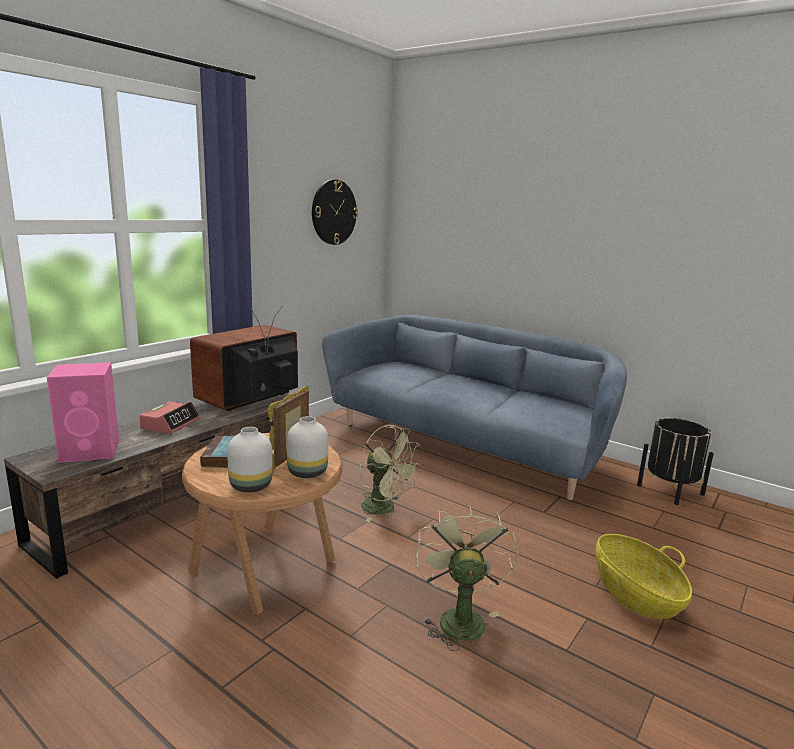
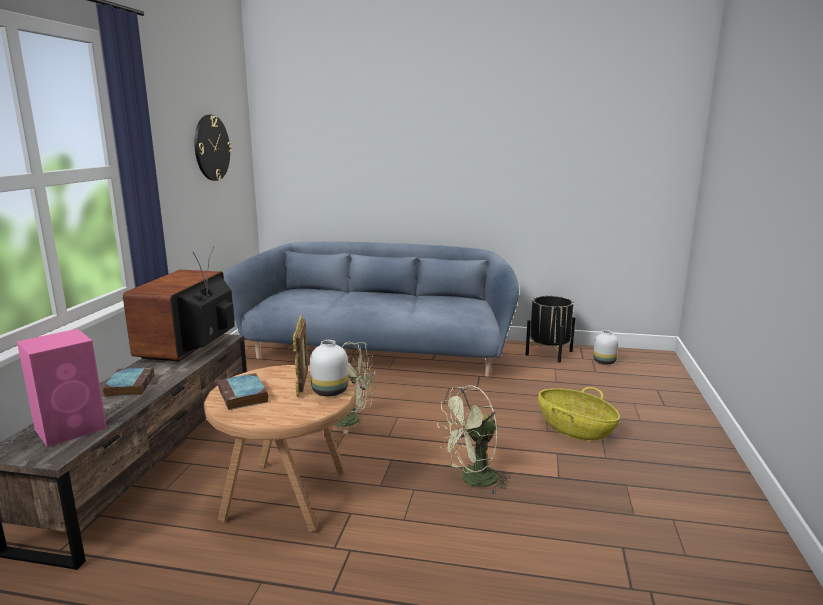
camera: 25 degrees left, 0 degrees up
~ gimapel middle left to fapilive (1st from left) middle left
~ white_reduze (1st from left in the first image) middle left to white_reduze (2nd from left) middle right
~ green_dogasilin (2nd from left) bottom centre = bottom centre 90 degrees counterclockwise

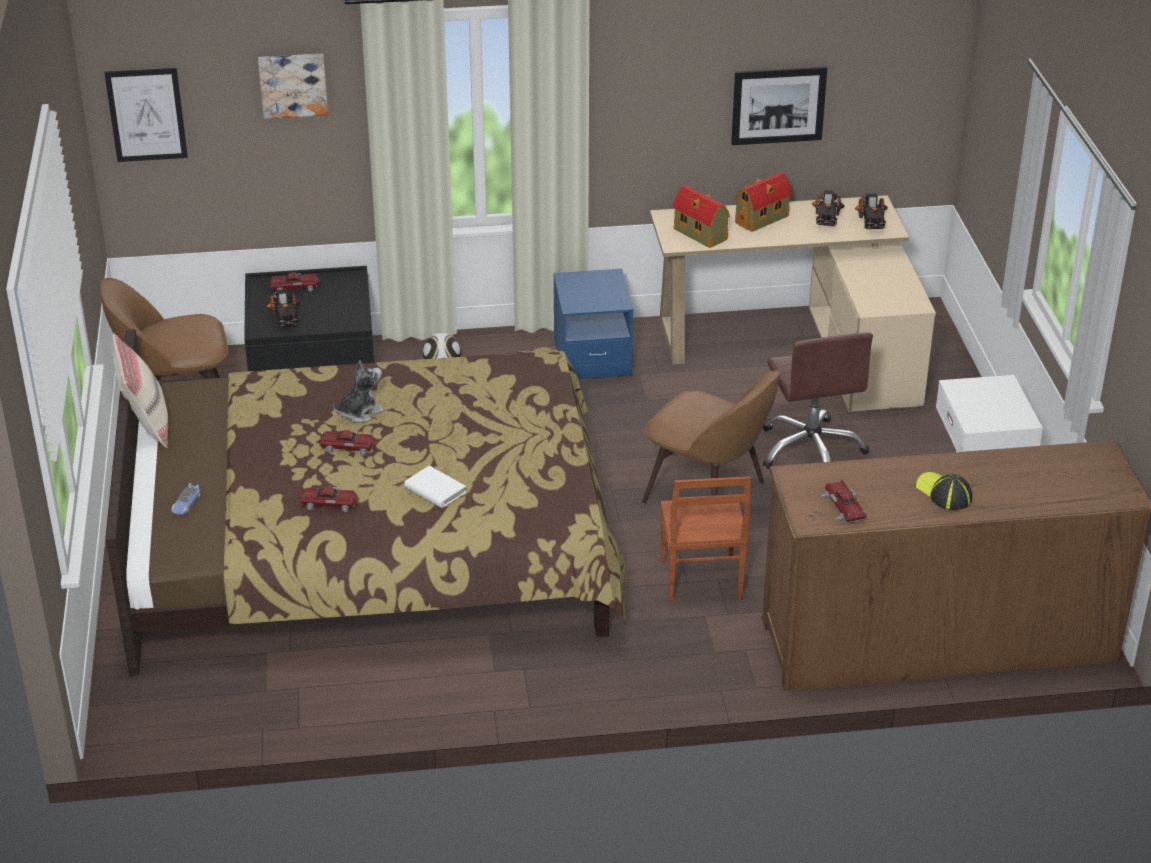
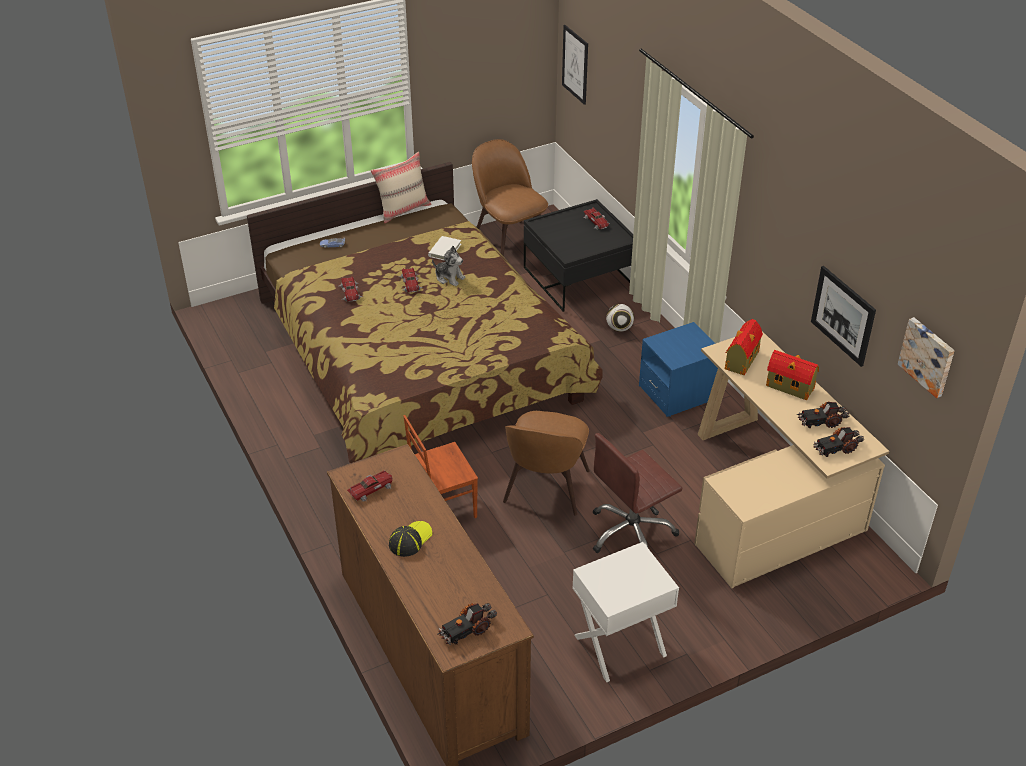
camera: 70 degrees right, 5 degrees up
~ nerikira (2nd from left in the first image) top left to nerikira (3rd from left) middle right
~ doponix (1st from left) middle left to bottom centre
~ white_fapilive centre to top centre

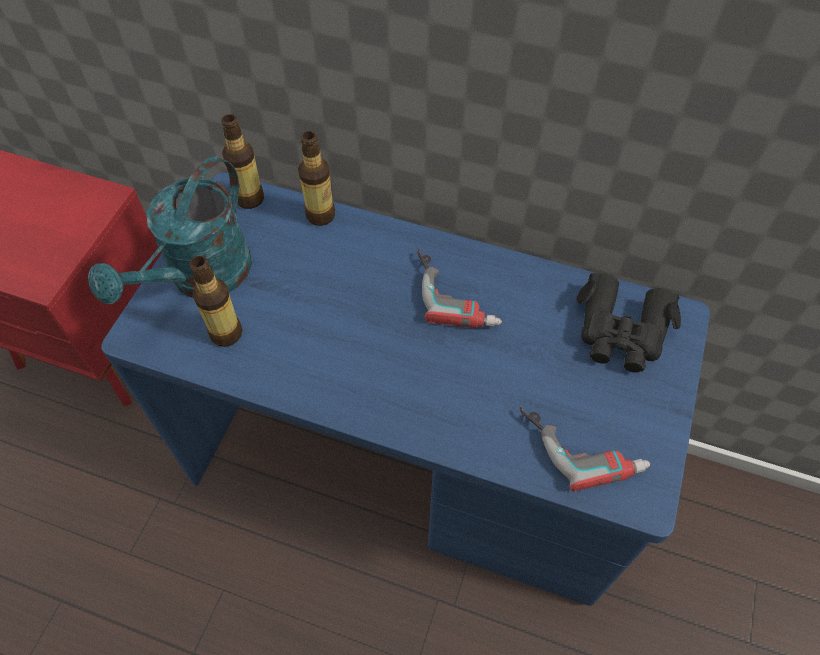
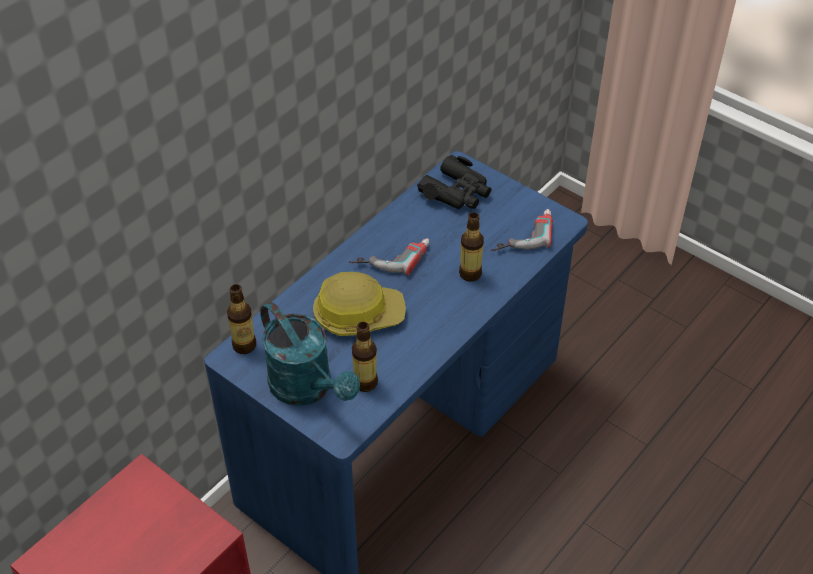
camera: 70 degrees left, 10 degrees down
~ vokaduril (3rd from left) top centre to centre
+ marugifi centre

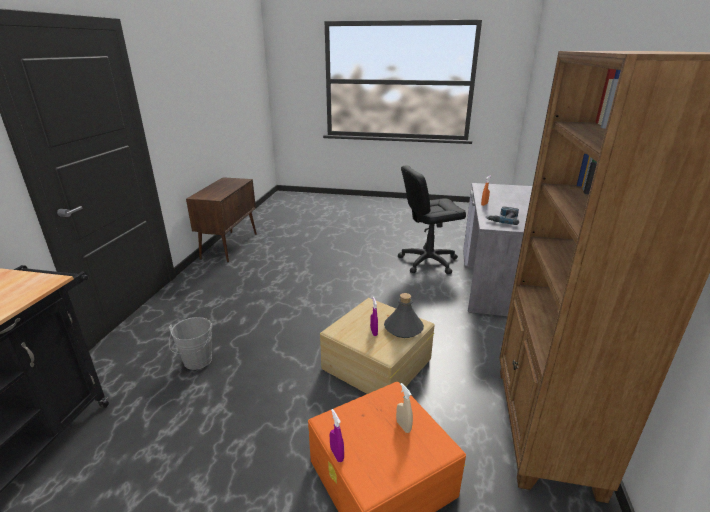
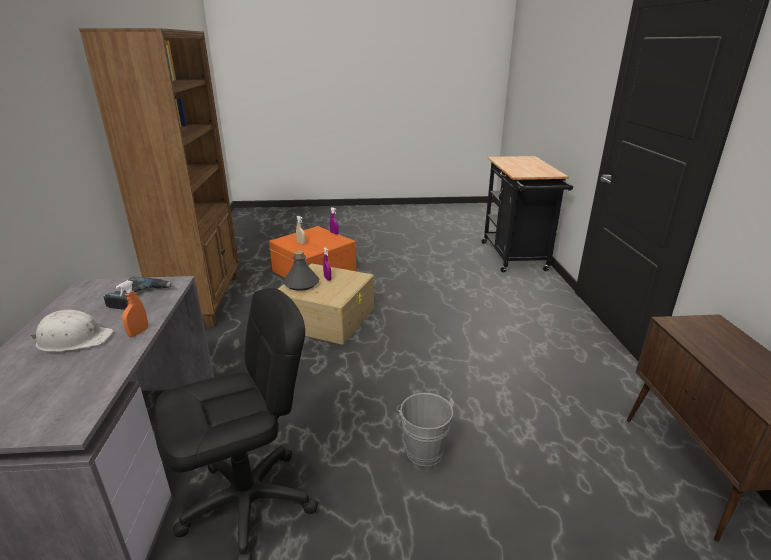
camera: 165 degrees right, 0 degrees up
~ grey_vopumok bottom left to bottom centre
+ white_marugifi middle left

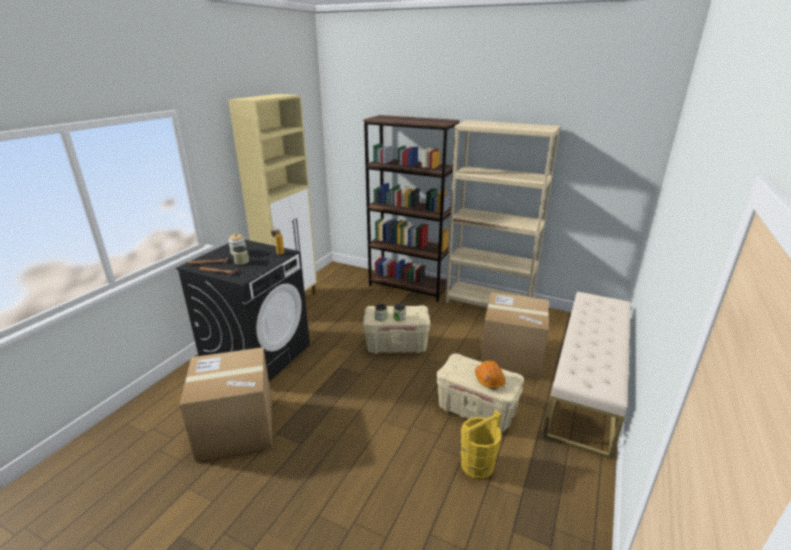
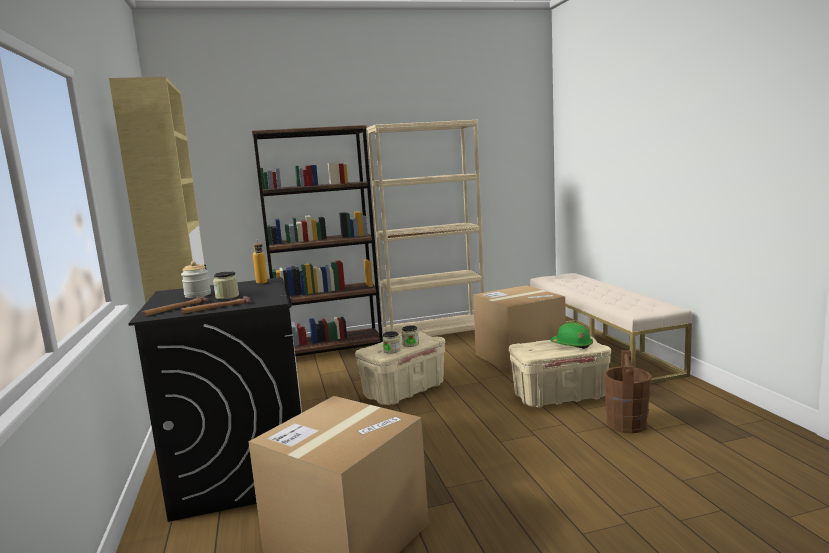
camera: 40 degrees left, 15 degrees down
~ yellow_vopumok bottom centre to brown_vopumok bottom right
~ orange_marugifi bottom centre to green_marugifi middle right

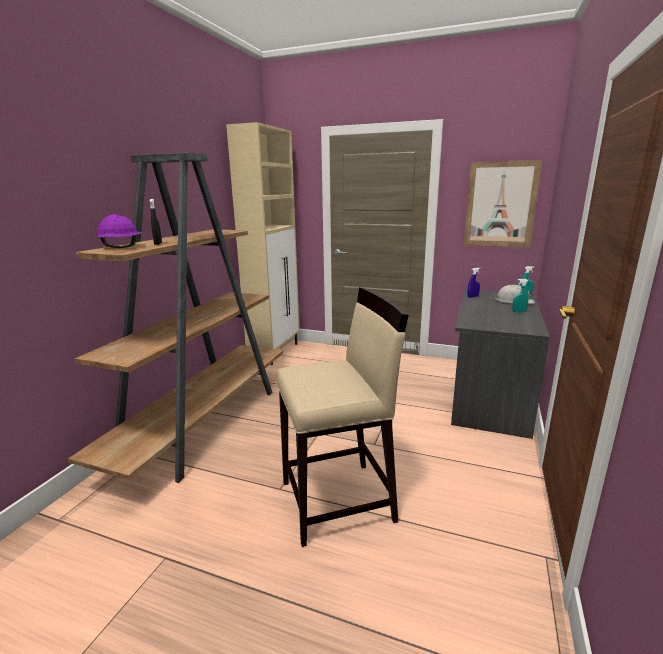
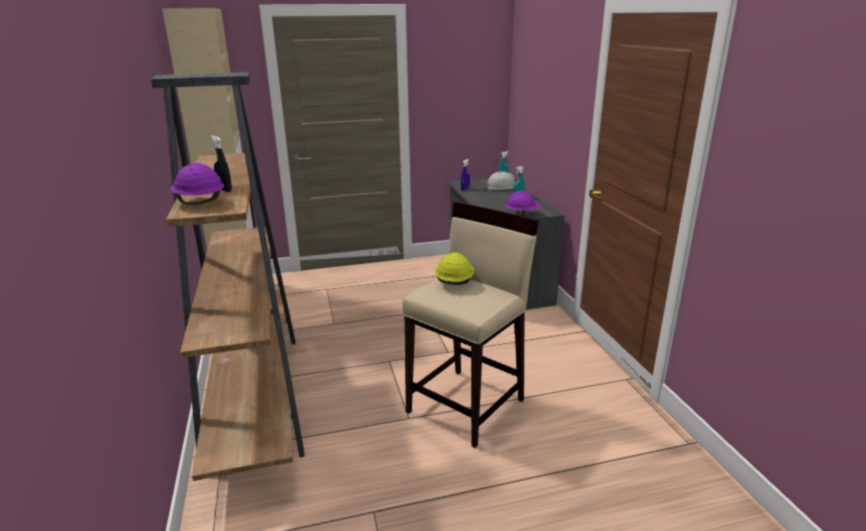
camera: 35 degrees left, 5 degrees up
- nerikira top right
+ yellow_marugifi centre
+ purple_marugifi (2nd from left) centre

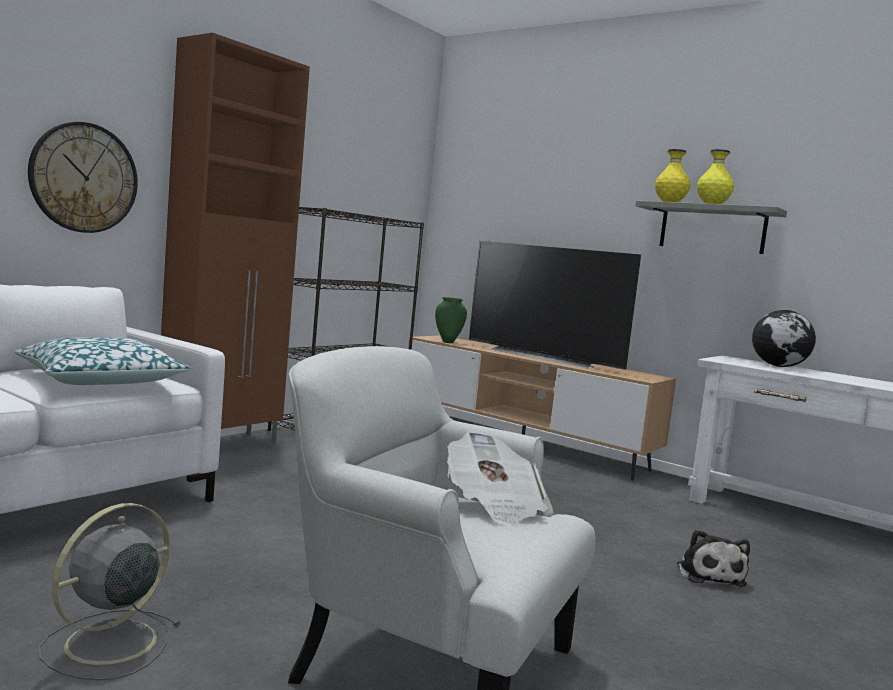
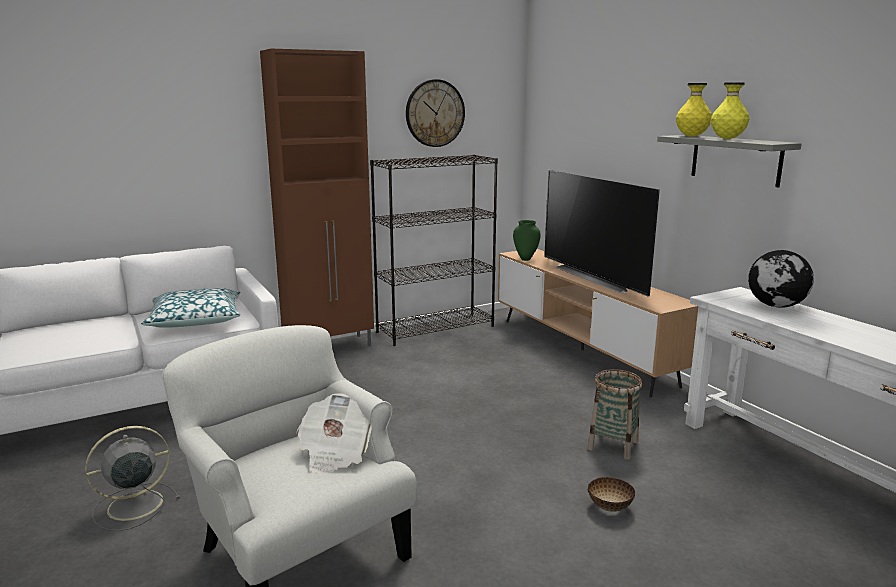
camera: 25 degrees right, 10 degrees up
~ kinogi top left to top centre
~ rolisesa bottom right to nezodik bottom right
+ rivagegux bottom right

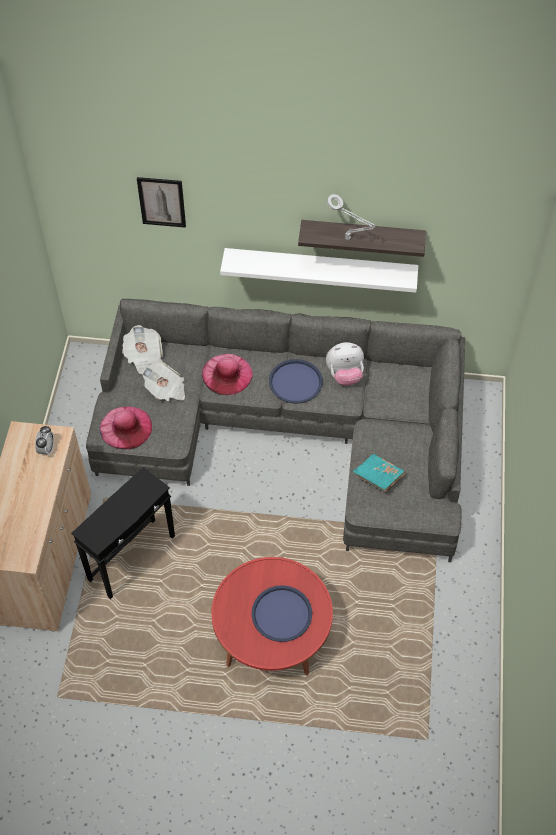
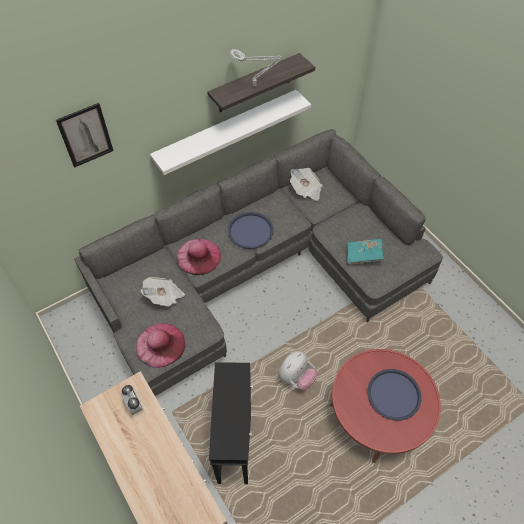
camera: 40 degrees left, 0 degrees up
~ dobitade (1st from left in the first image) middle left to dobitade (2nd from left) centre
~ rolisesa centre to bottom centre

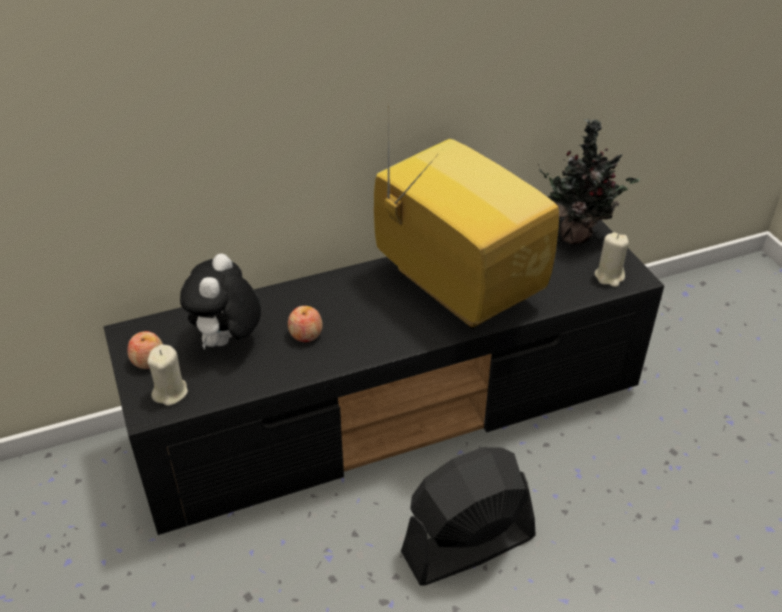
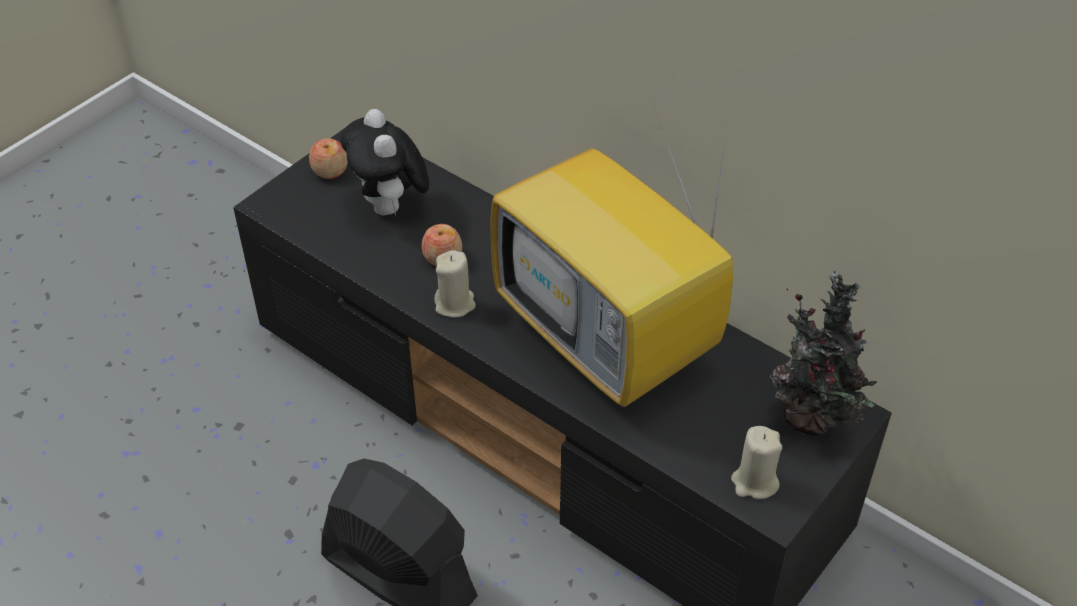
camera: 60 degrees right, 5 degrees up
~ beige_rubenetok (1st from left) middle left to centre
~ rolisesa middle left = top centre 90 degrees counterclockwise
~ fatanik centre = centre 120 degrees clockwise

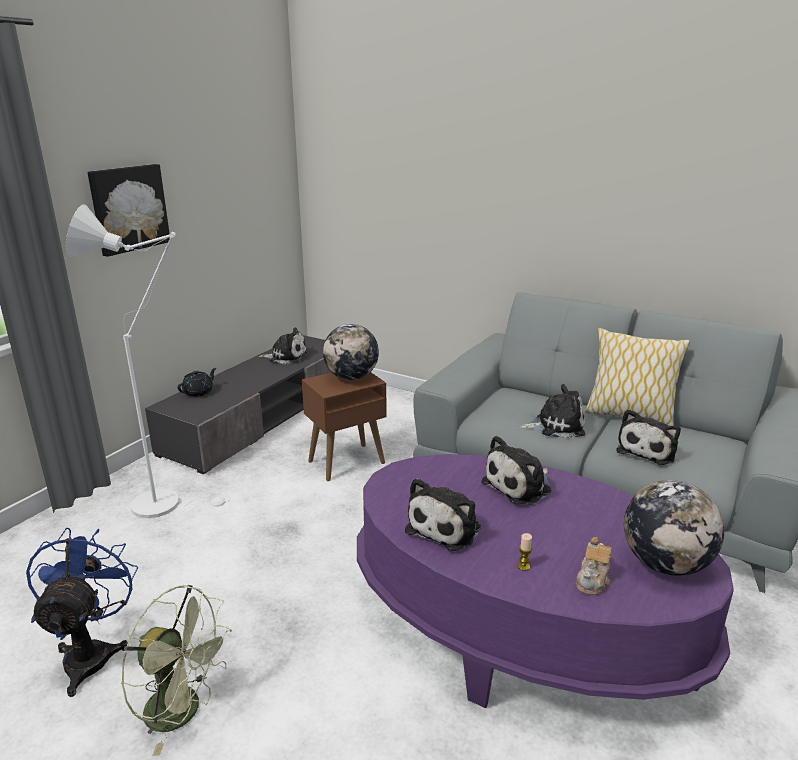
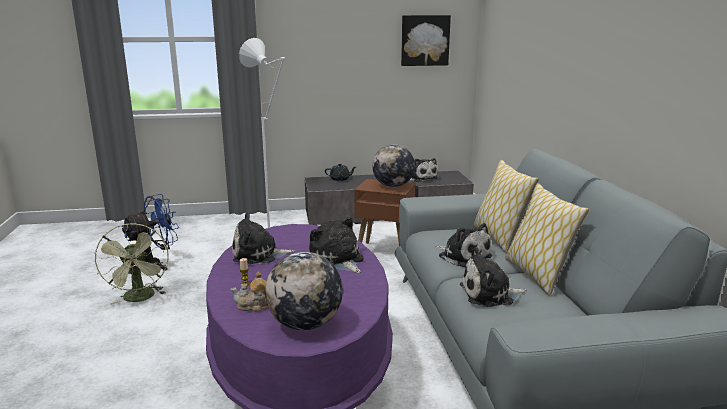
camera: 50 degrees right, 5 degrees down
~ nerikira top left to top centre
~ rolisesa (3rd from left in the first image) centre = centre 45 degrees clockwise
+ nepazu (1st from left) middle right

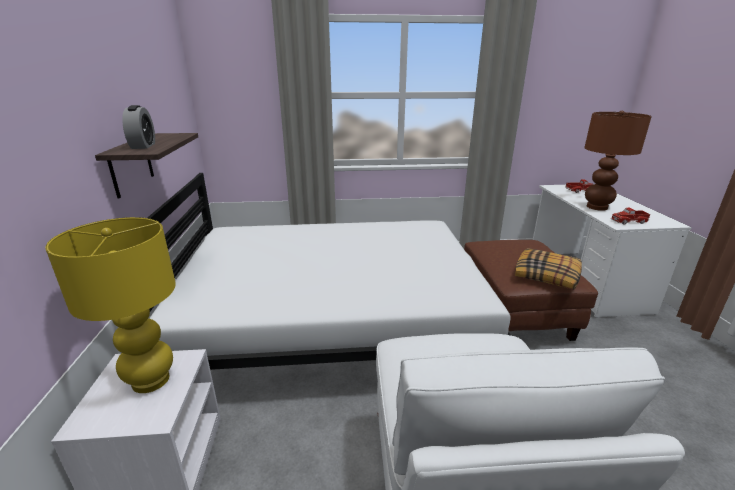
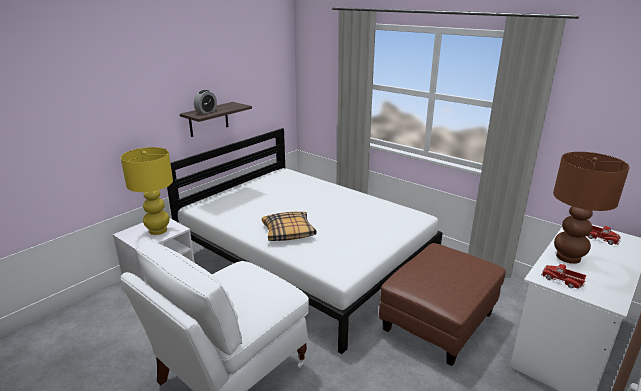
camera: 45 degrees right, 0 degrees up
~ nepazu middle right to centre

